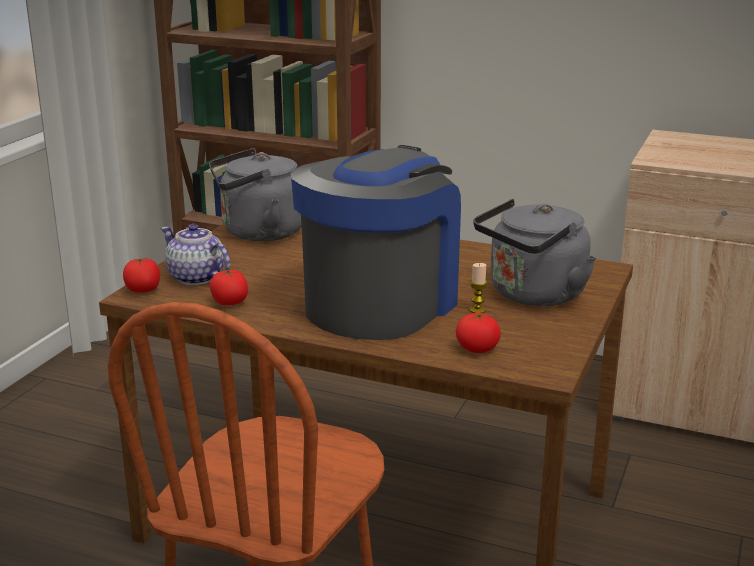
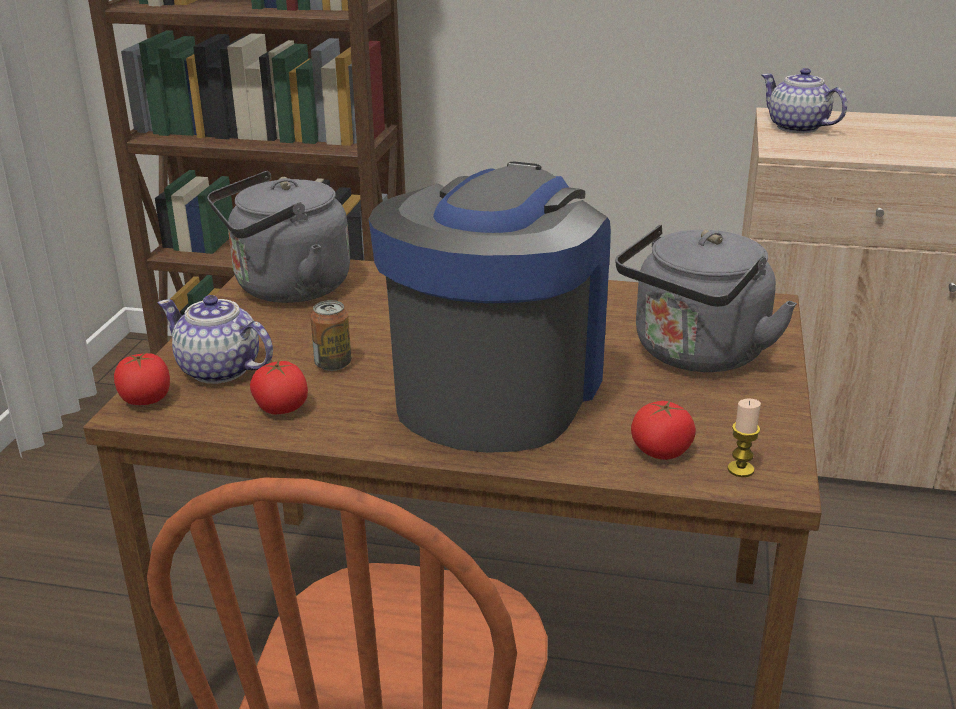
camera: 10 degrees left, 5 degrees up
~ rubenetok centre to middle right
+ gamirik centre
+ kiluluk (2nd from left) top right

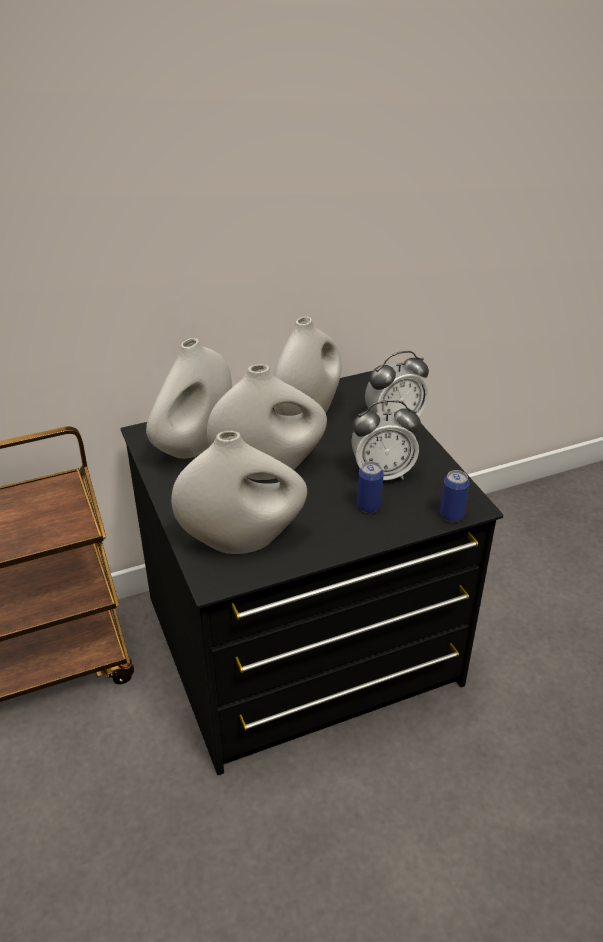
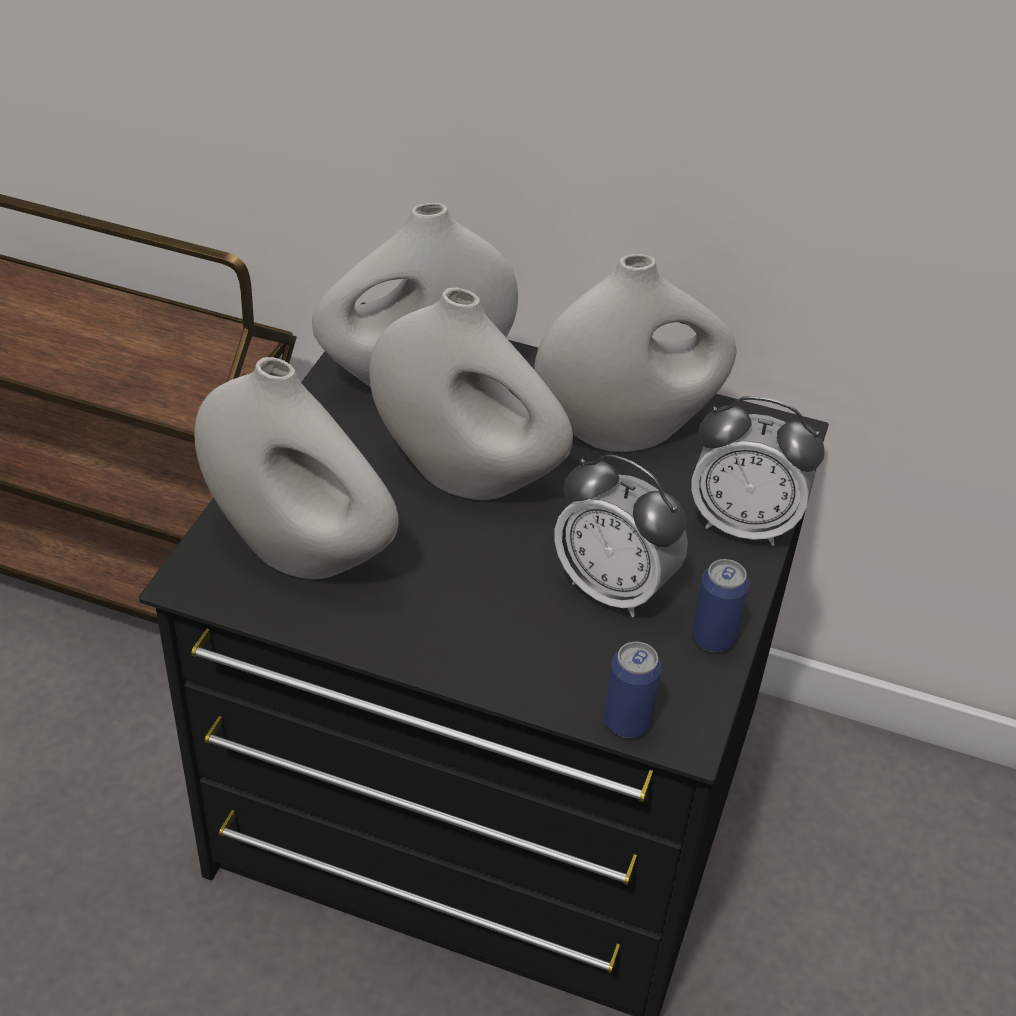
camera: 40 degrees right, 5 degrees up
~ gamirik (1st from left in the first image) centre to gamirik (2nd from left) middle right

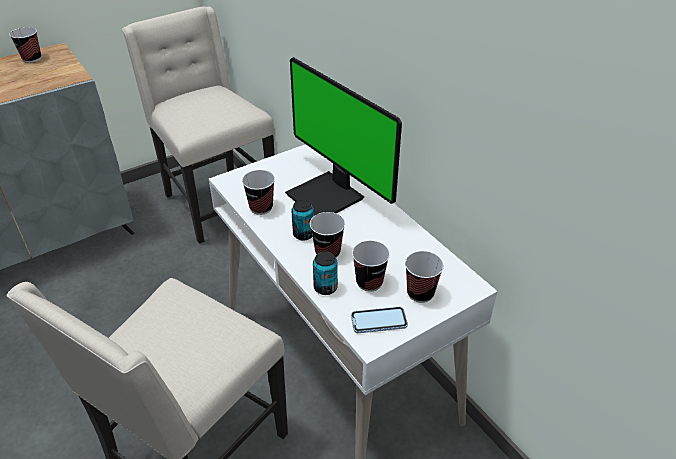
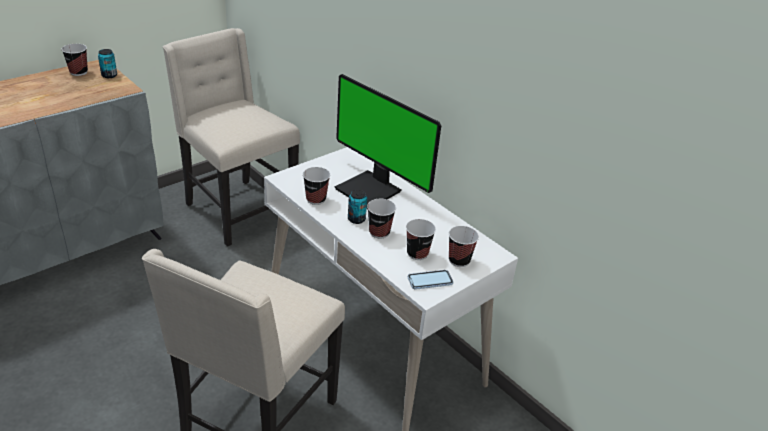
camera: 10 degrees left, 5 degrees down
~ gamirik (2nd from left in the first image) centre to gamirik (1st from left) top left

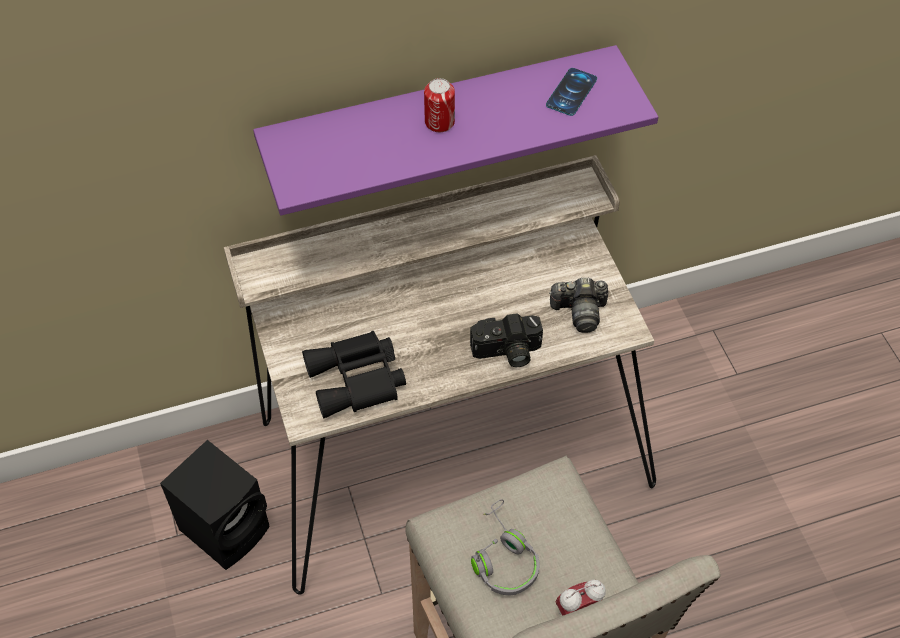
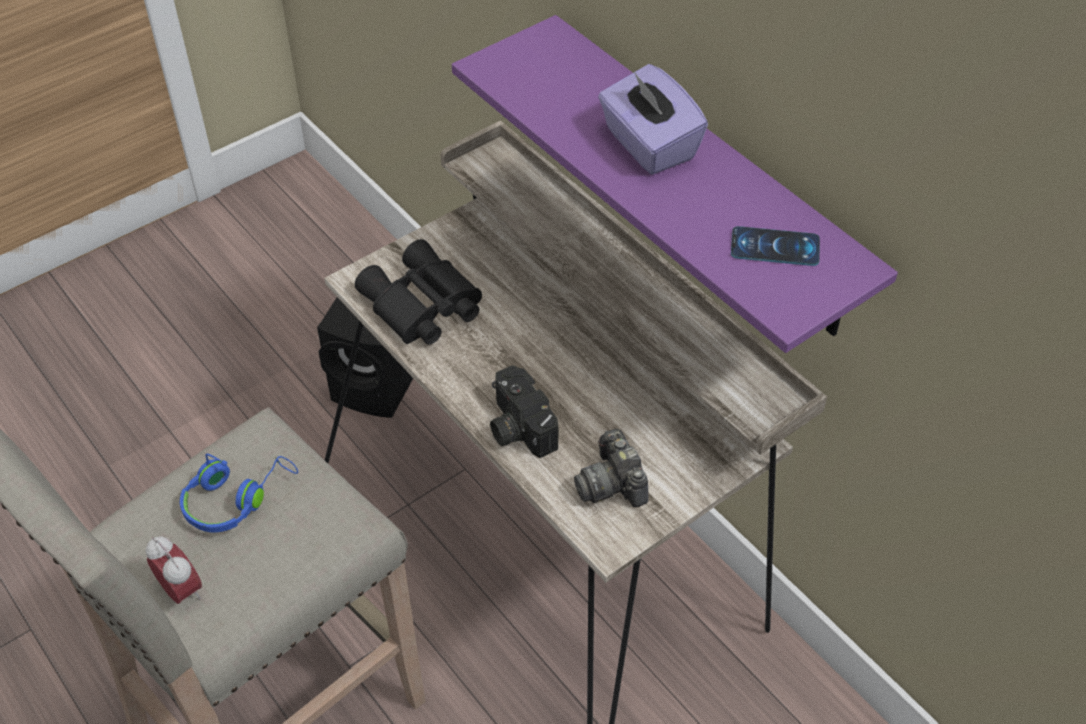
camera: 70 degrees right, 5 degrees down
~ gamirik top centre to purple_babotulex top centre
~ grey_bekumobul bottom centre to blue_bekumobul bottom left

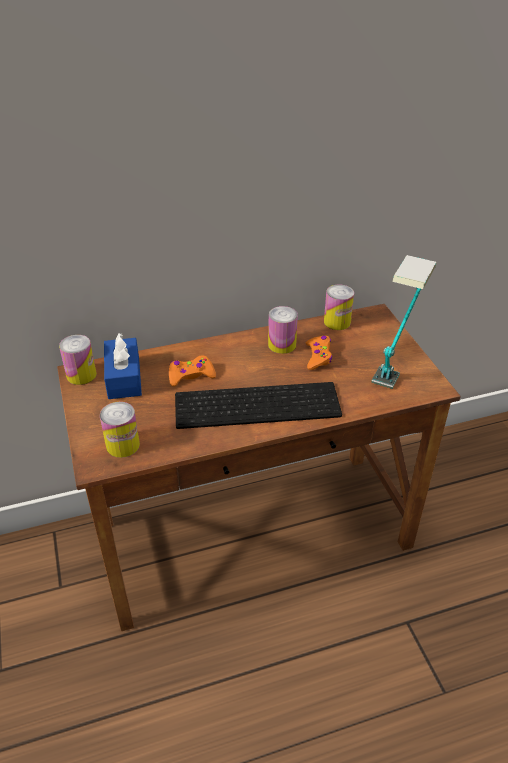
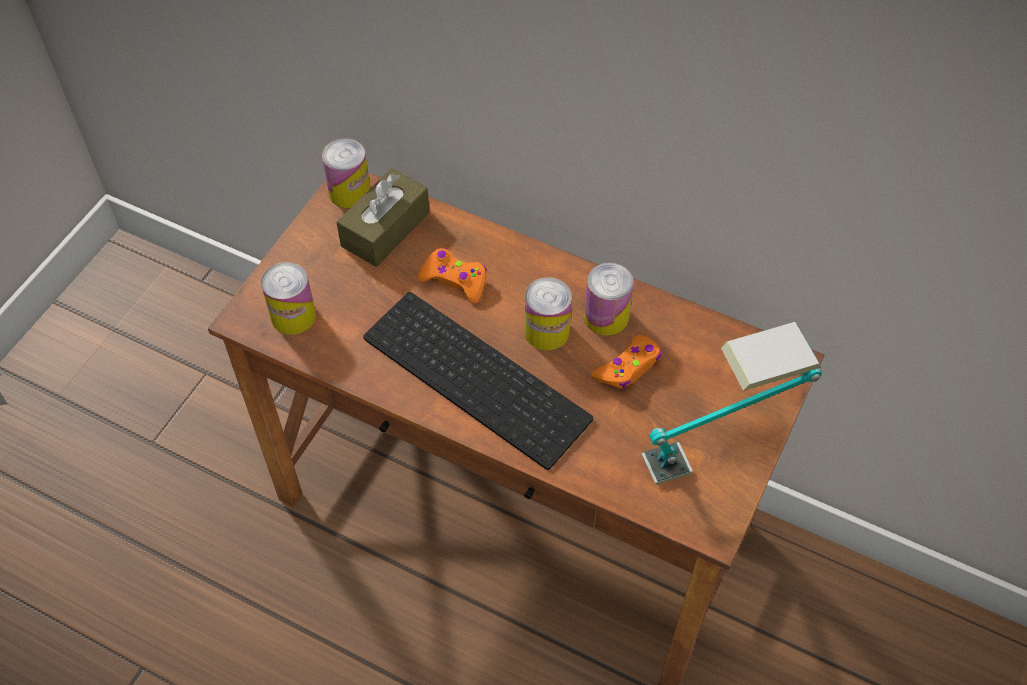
camera: 45 degrees right, 15 degrees up
~ blue_babotulex middle left to brown_babotulex top centre
~ gamirik (4th from left in the first image) middle right to gamirik (3rd from left) centre

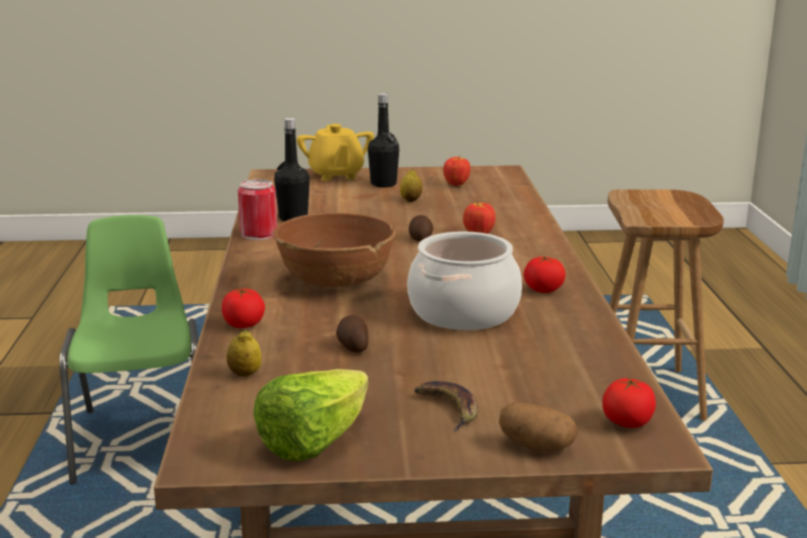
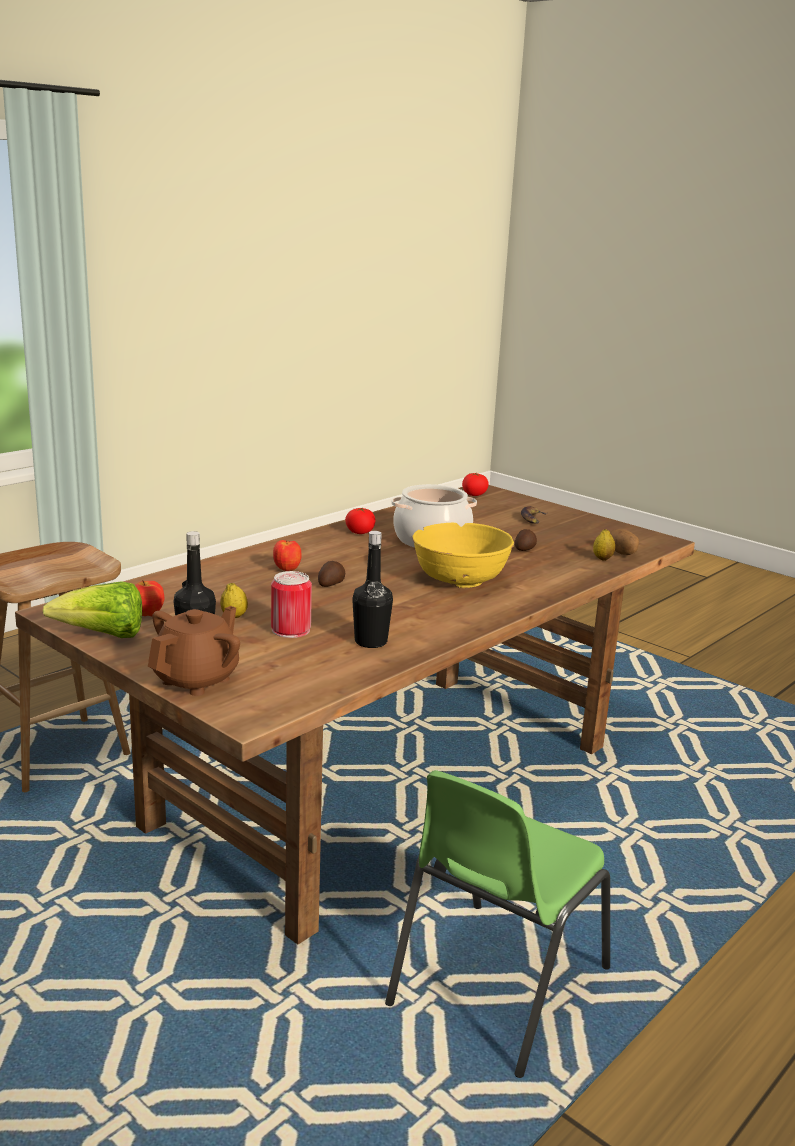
camera: 135 degrees left, 0 degrees up
- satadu (1st from left) middle left
~ gamirik middle left to centre
~ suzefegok bottom centre to middle left
~ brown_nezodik centre to yellow_nezodik centre
~ yellow_kiluluk top centre to brown_kiluluk middle left
~ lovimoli (3rd from left) bottom right to middle right

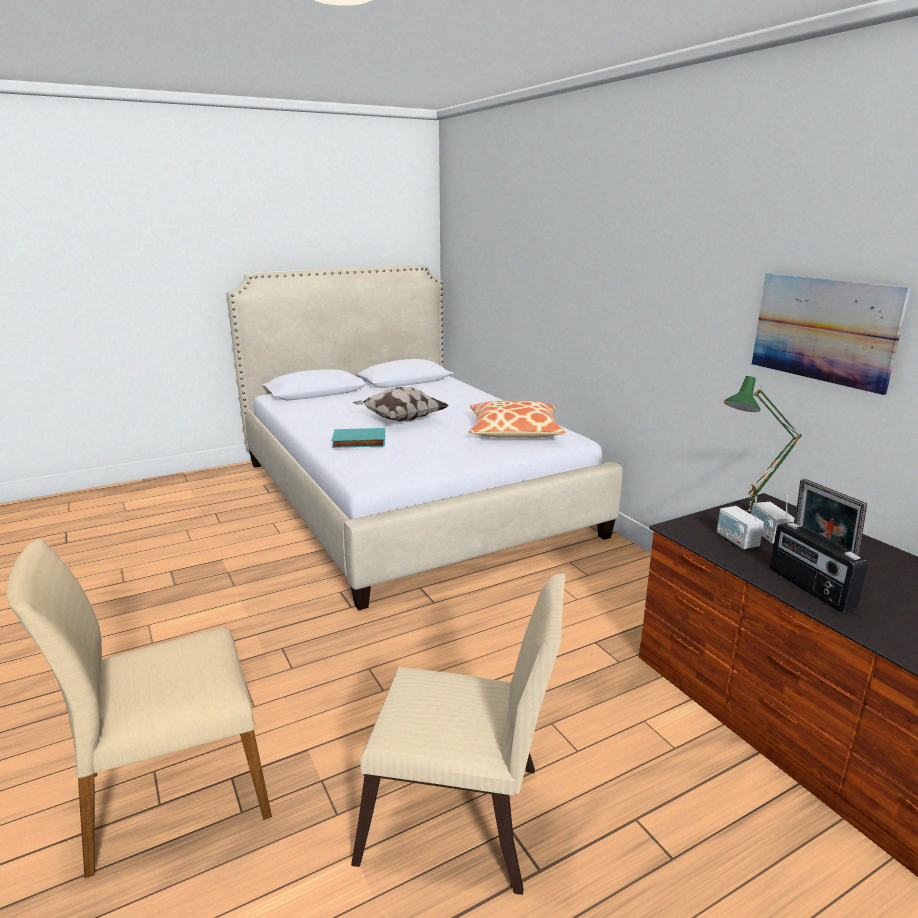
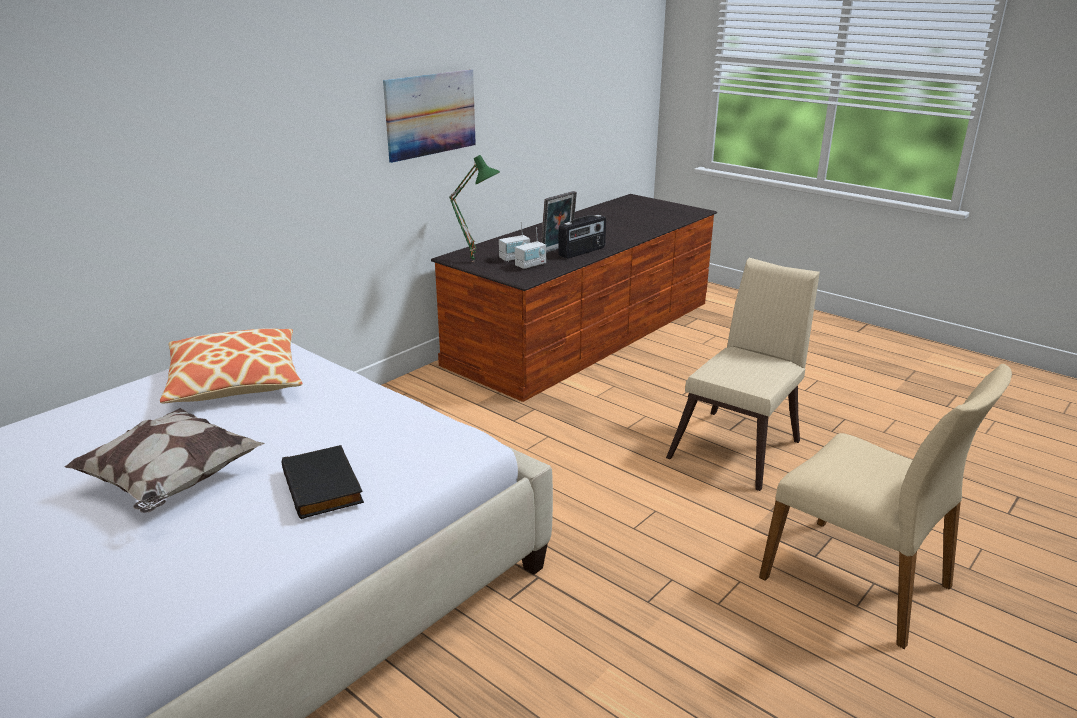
camera: 110 degrees left, 5 degrees up
~ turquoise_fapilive centre to black_fapilive bottom left
~ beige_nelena (2nd from left in the first image) bottom centre = middle right 45 degrees clockwise

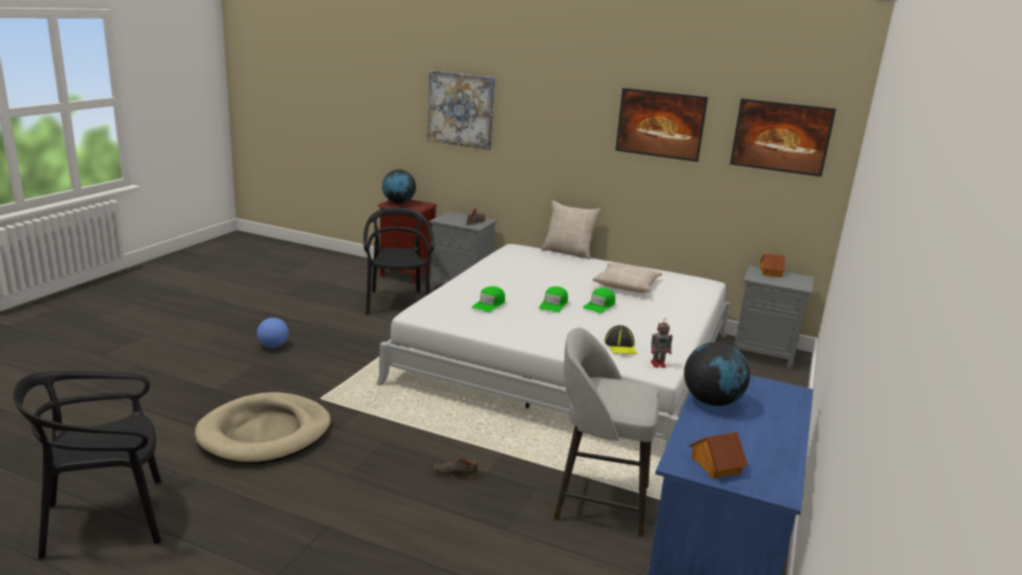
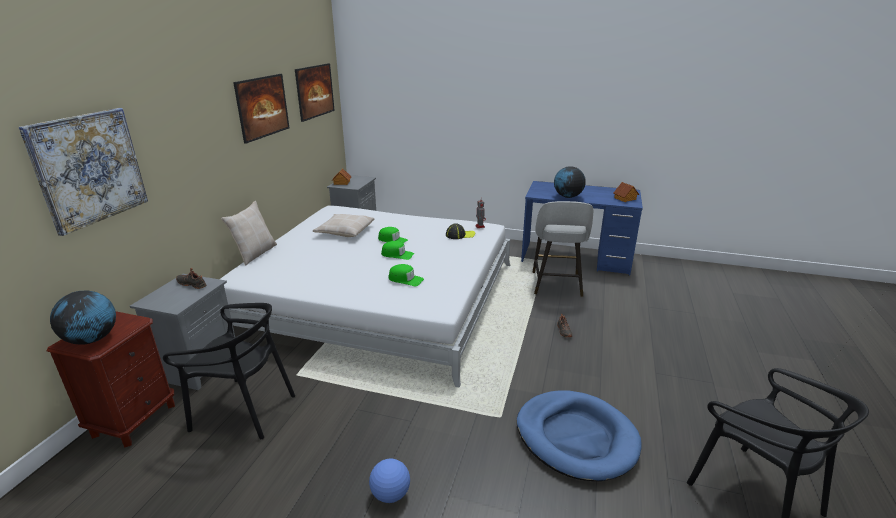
camera: 95 degrees left, 5 degrees up
~ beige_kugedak bottom left to blue_kugedak bottom centre
~ black_nelena (2nd from left in the first image) centre = bottom left 150 degrees counterclockwise

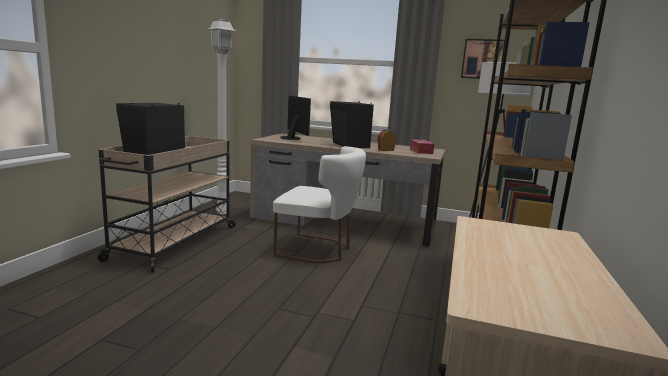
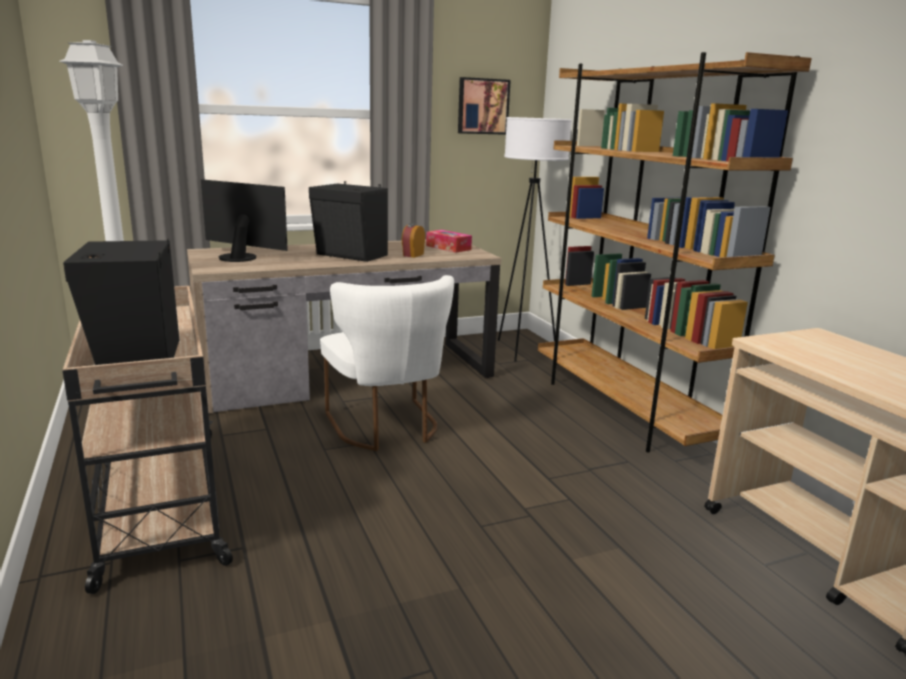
camera: 40 degrees left, 5 degrees up
~ white_nelena centre = centre 90 degrees clockwise

